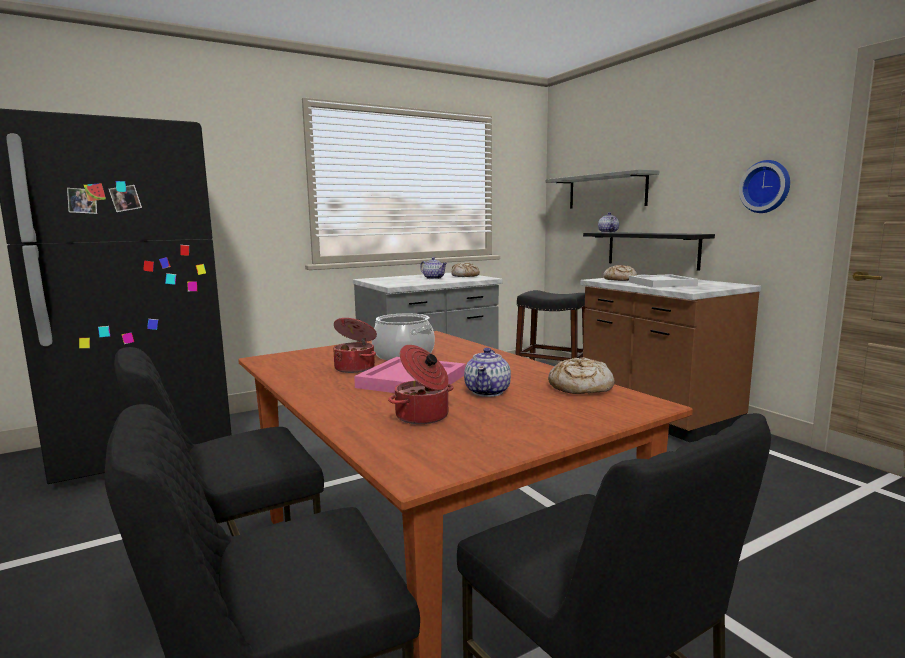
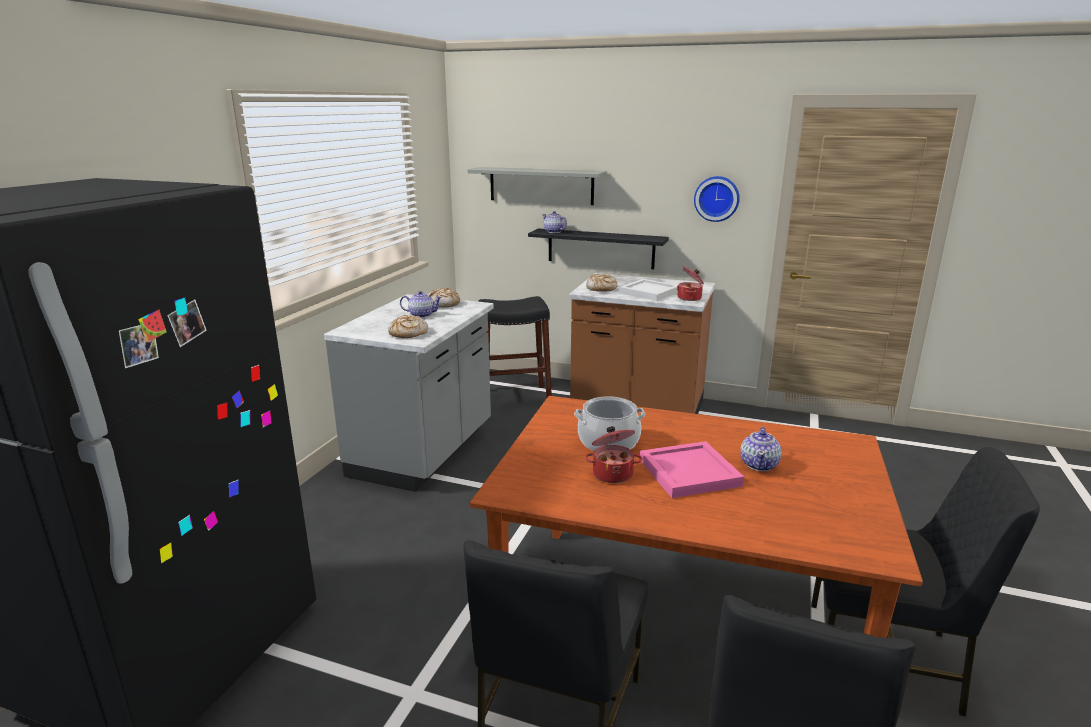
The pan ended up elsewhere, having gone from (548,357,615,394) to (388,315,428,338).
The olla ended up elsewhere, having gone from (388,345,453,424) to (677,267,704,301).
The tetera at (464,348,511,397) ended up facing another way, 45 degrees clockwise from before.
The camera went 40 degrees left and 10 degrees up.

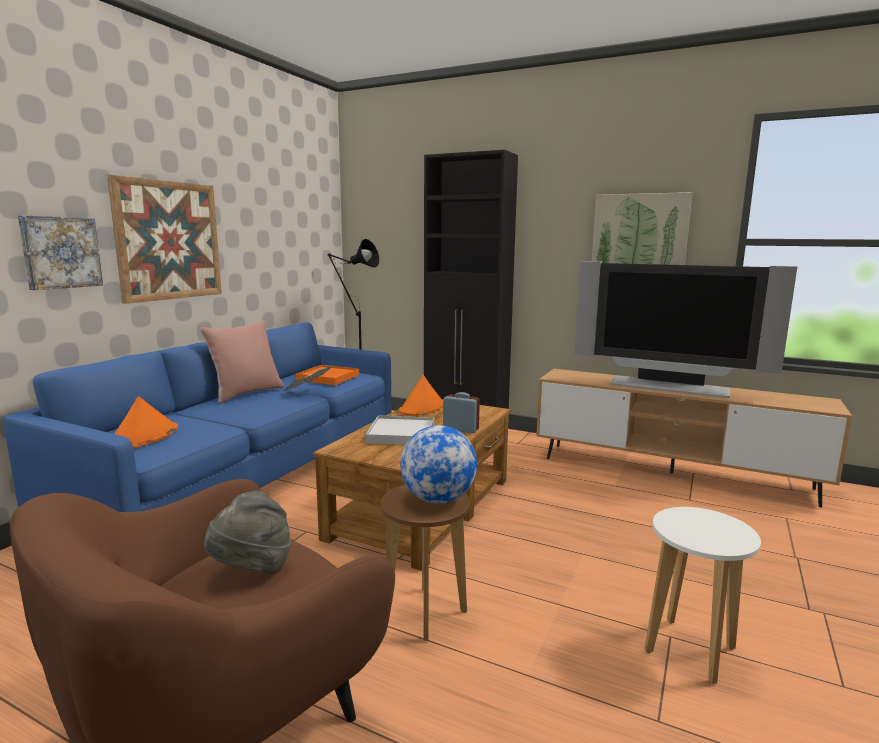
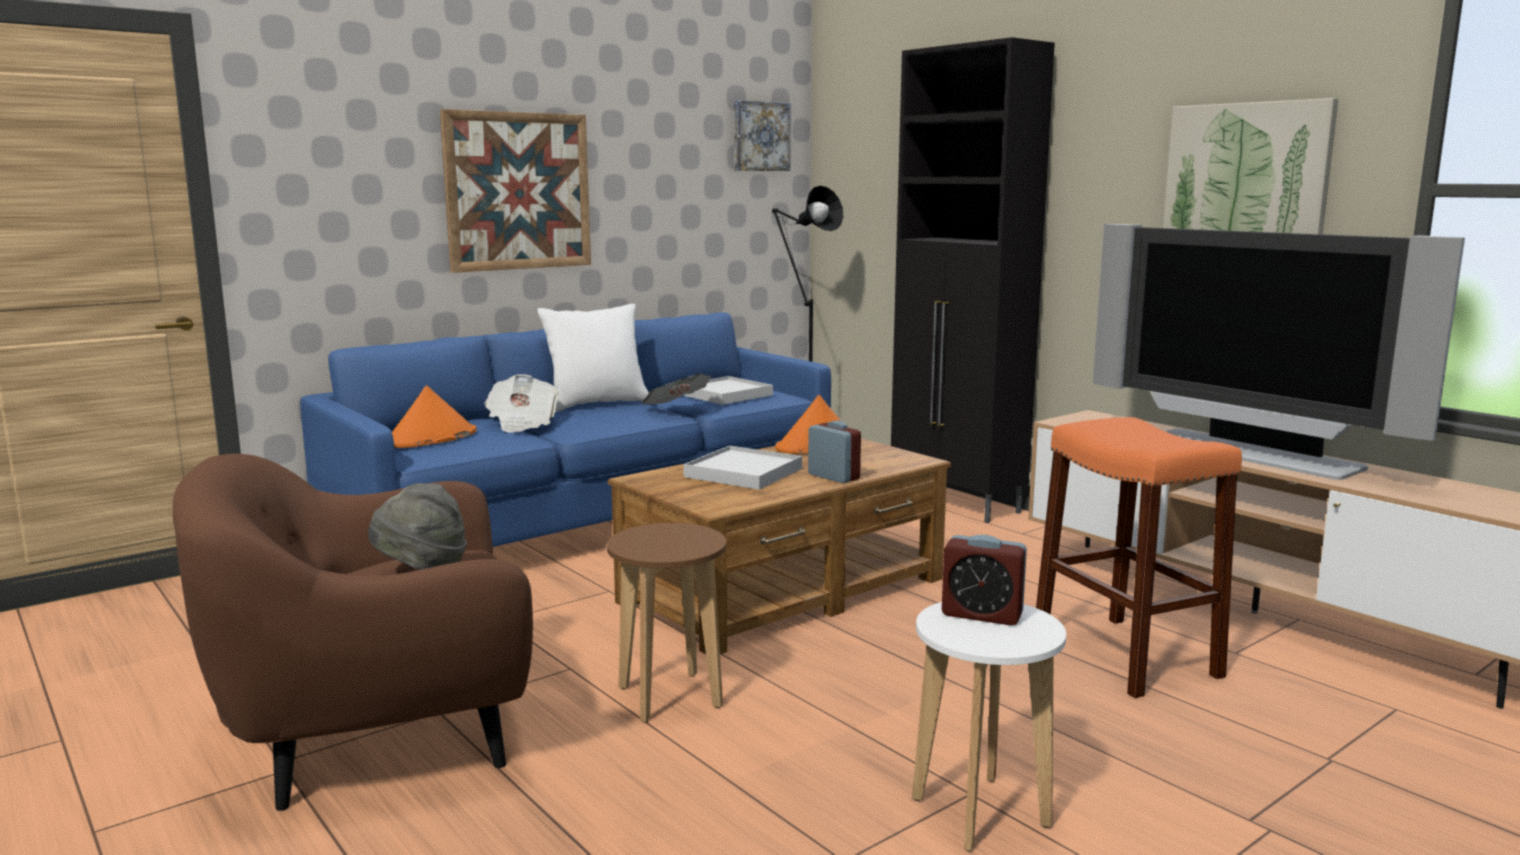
The second view gained the periódico at (484,374,559,433).
What was the cojín [rosa] at (200,320,284,404) turned into the cojín [blanco] at (537,304,649,412).
What was the bandeja [naranja] at (296,365,359,385) turned into the bandeja [blanco] at (683,376,773,405).
The cuadro ended up elsewhere, having gone from (18,215,103,290) to (734,101,791,171).
The second view gained the despertador at (942,535,1027,626).
The second view gained the taburete [naranja] at (1036,417,1242,698).
The second view lost the globo terráqueo at (400,425,477,504).
The camera went 25 degrees right and 0 degrees up.

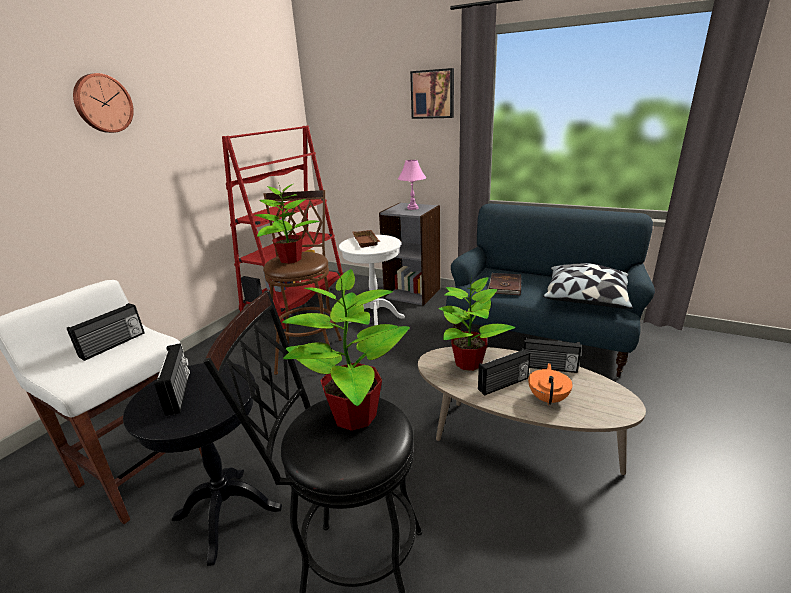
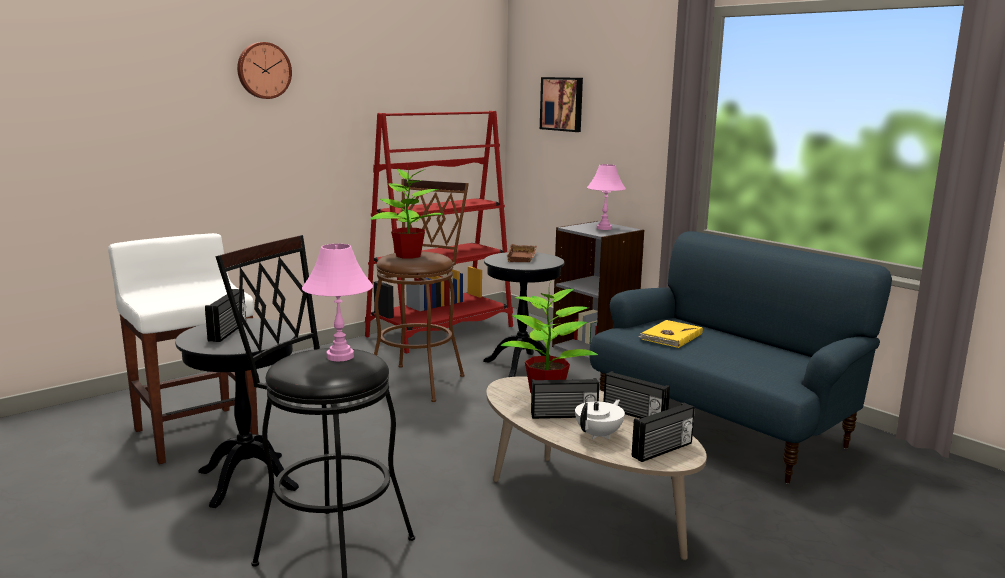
Where the planta en maceta stood at (282,269,410,431), the lámpara de mesa [rosa] came to stand at (302,244,373,361).
What was the mesa auxiliar [blanco] at (339,235,405,326) turned into the mesa auxiliar [negro] at (483,252,565,377).
The cuadro ended up elsewhere, having gone from (410,68,454,119) to (540,77,583,132).
What was the tetera [naranja] at (528,363,573,405) turned into the tetera [blanco] at (575,400,625,439).
The radio ended up elsewhere, having gone from (67,303,145,361) to (632,403,695,462).
What was the libro [marrón] at (487,273,522,295) turned into the libro [amarillo] at (638,320,703,348).
The second view lost the cojín at (543,263,633,309).
The camera went 20 degrees right and 10 degrees down.

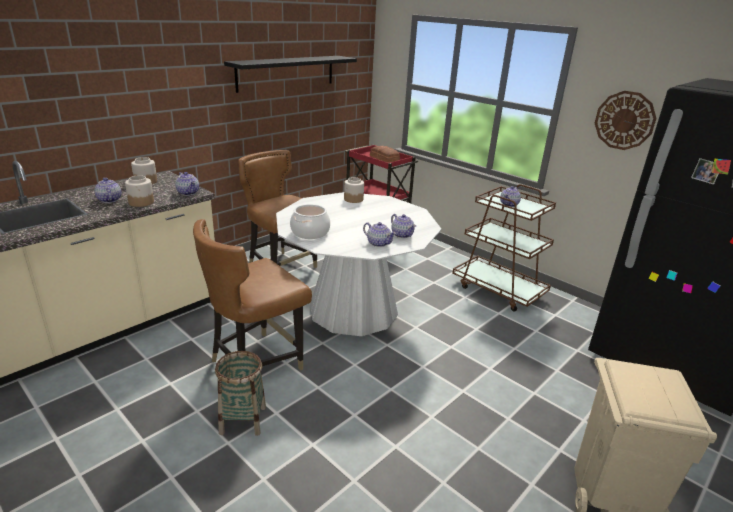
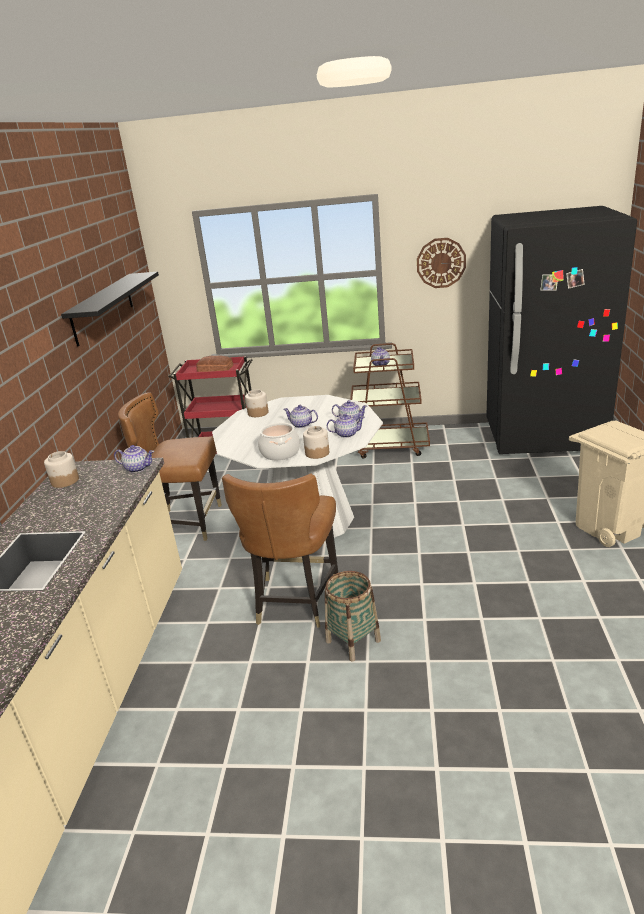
The tetera ended up elsewhere, having gone from (94,178,122,203) to (283,405,318,428).
The tarro ended up elsewhere, having gone from (125,175,154,207) to (303,426,329,459).
The camera went 35 degrees left and 0 degrees up.

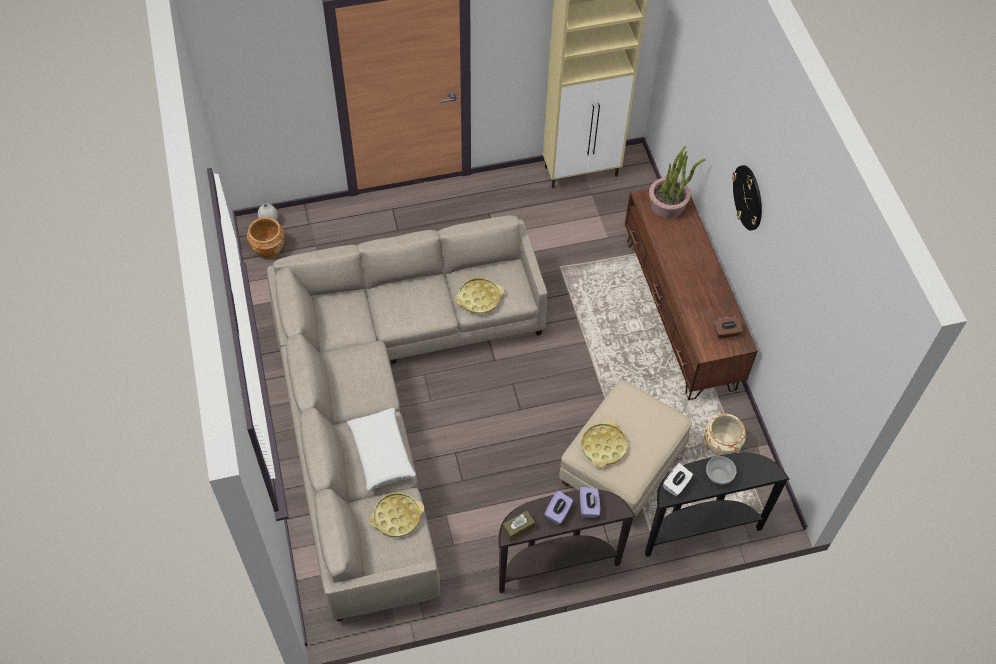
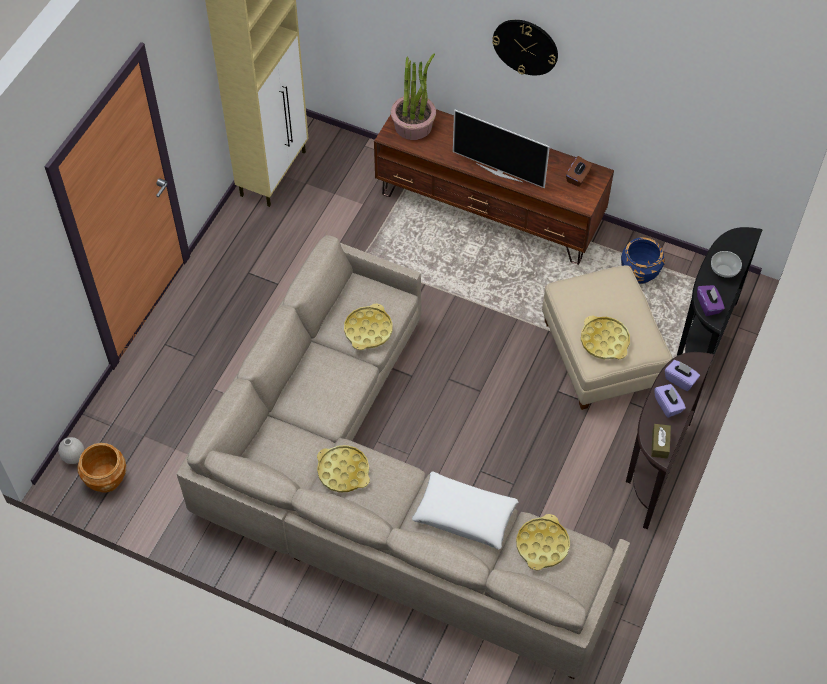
The second view gained the bandeja [amarillo] at (317,445,370,493).
The second view gained the televisor at (453,109,550,188).
What was the maceta [beis] at (704,414,746,456) turned into the maceta [azul] at (621,237,665,284).
What was the caja de pañuelos [blanco] at (663,463,693,496) turned into the caja de pañuelos [morado] at (697,285,725,316).
The camera went 50 degrees left and 0 degrees up.

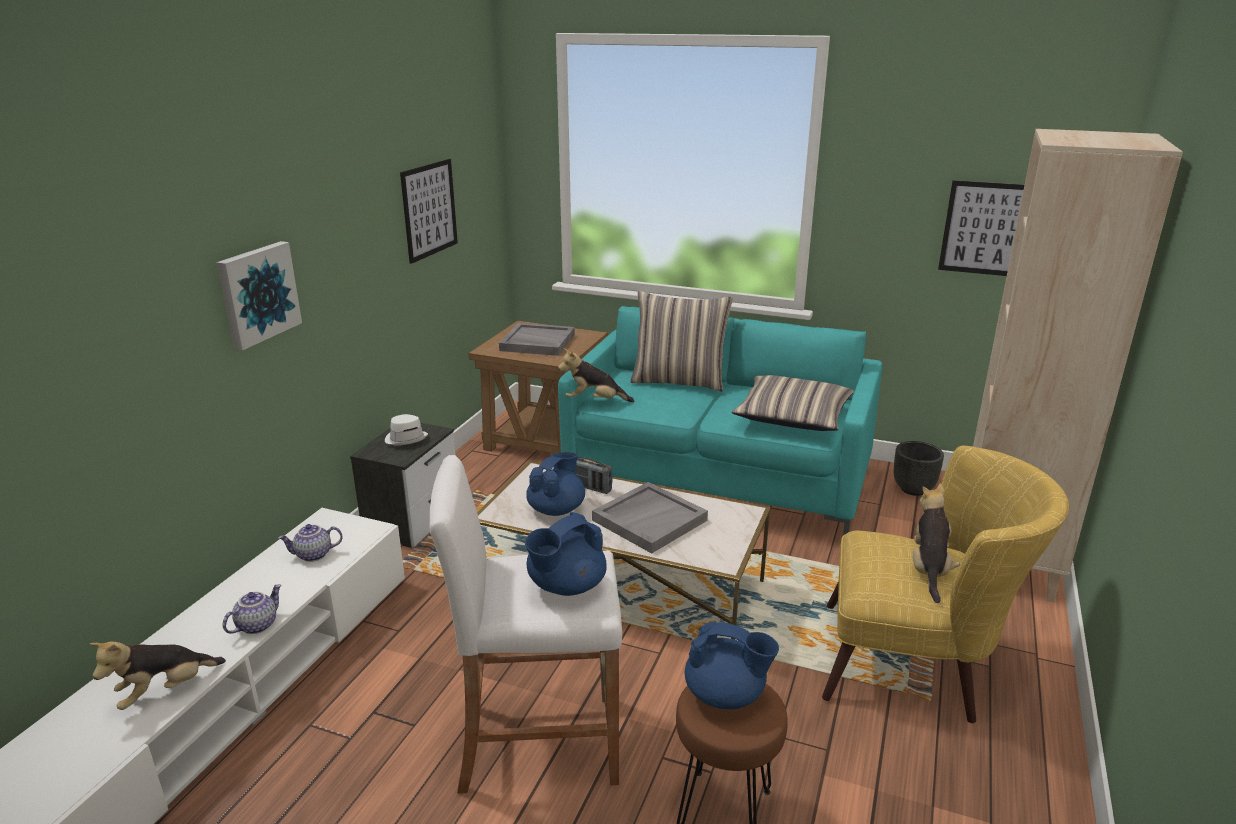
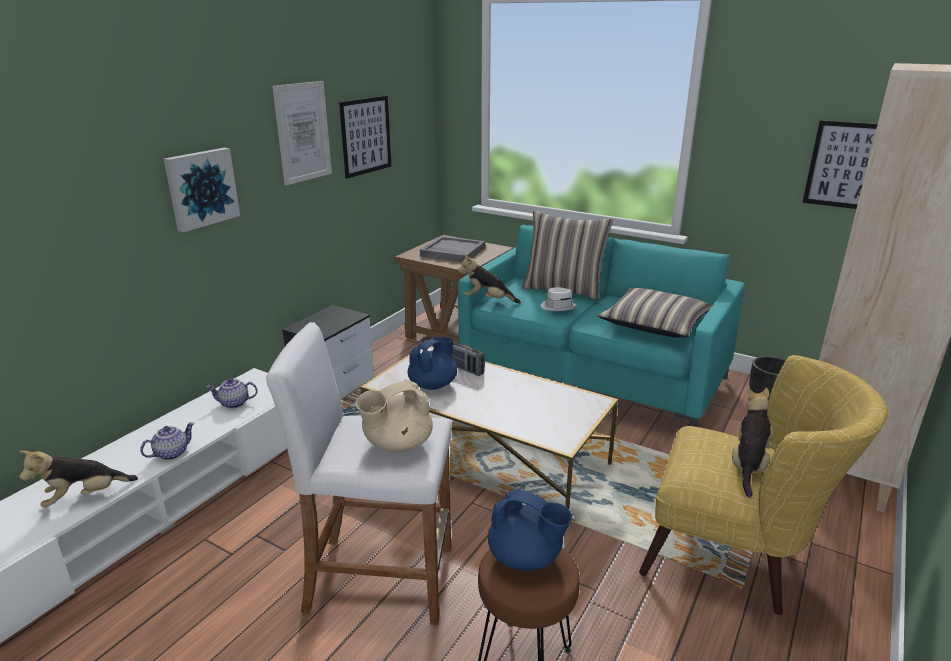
The second view gained the cuadro at (272,81,332,185).
What was the tetera [azul] at (525,512,607,596) turned into the tetera [beis] at (356,379,433,452).
The sombrero [blanco] ended up elsewhere, having gone from (385,414,428,445) to (541,287,577,311).
The second view lost the bandeja [gris] at (592,482,708,554).
The camera went 10 degrees right and 0 degrees up.

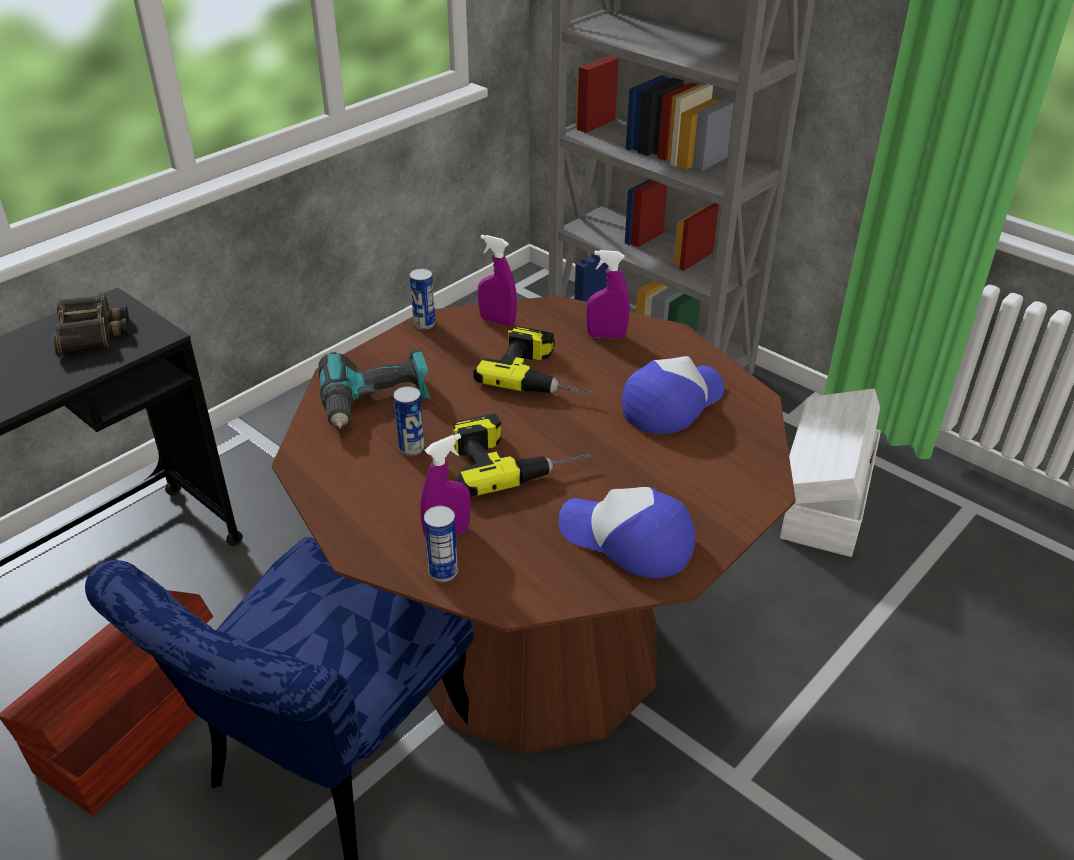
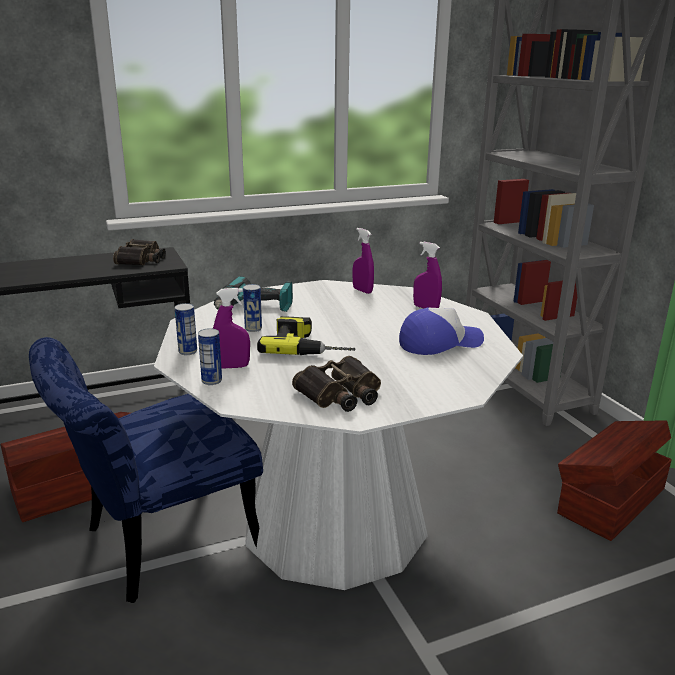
What was the mesa de comedor [marrón] at (272,295,796,754) turned into the mesa de comedor [blanco] at (154,280,523,590).
The lata ended up elsewhere, having gone from (410,268,436,330) to (174,303,197,355).
Where the gorra stood at (558,487,695,578), the prismáticos came to stand at (292,356,381,412).
What was the caja de almacenaje [blanco] at (780,389,881,557) turned into the caja de almacenaje [marrón] at (557,421,672,541).
The second view lost the taladro at (473,326,596,395).
The camera went 25 degrees right and 15 degrees down.

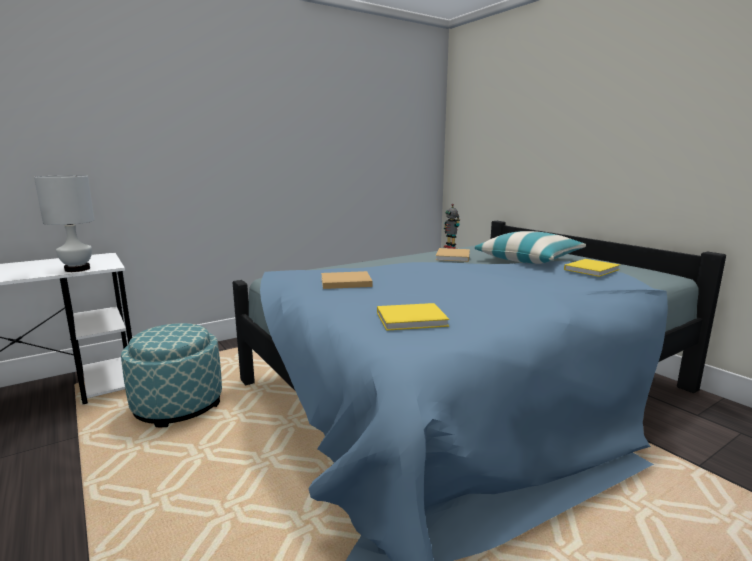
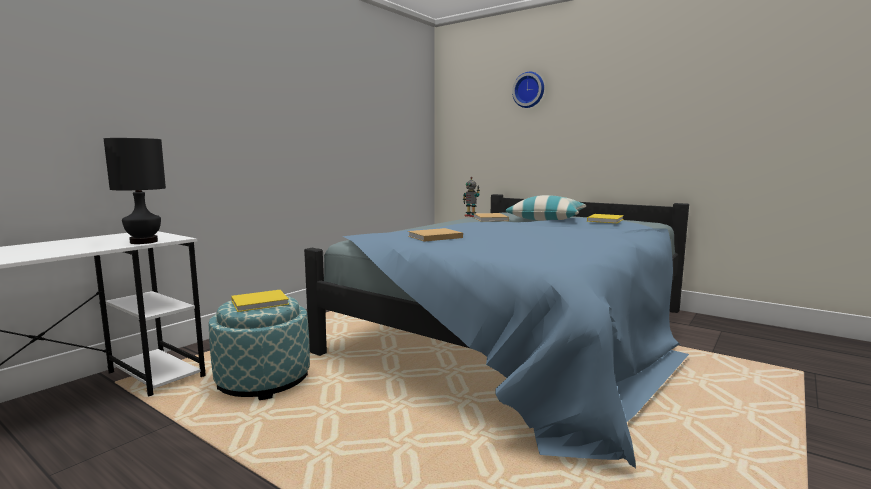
What was the lámpara de mesa [blanco] at (34,175,95,272) turned into the lámpara de mesa [negro] at (104,138,166,244).
The libro [amarillo] ended up elsewhere, having gone from (377,303,449,331) to (231,290,289,312).
The second view gained the reloj de pared at (512,72,544,108).
The camera went 20 degrees left and 5 degrees down.

